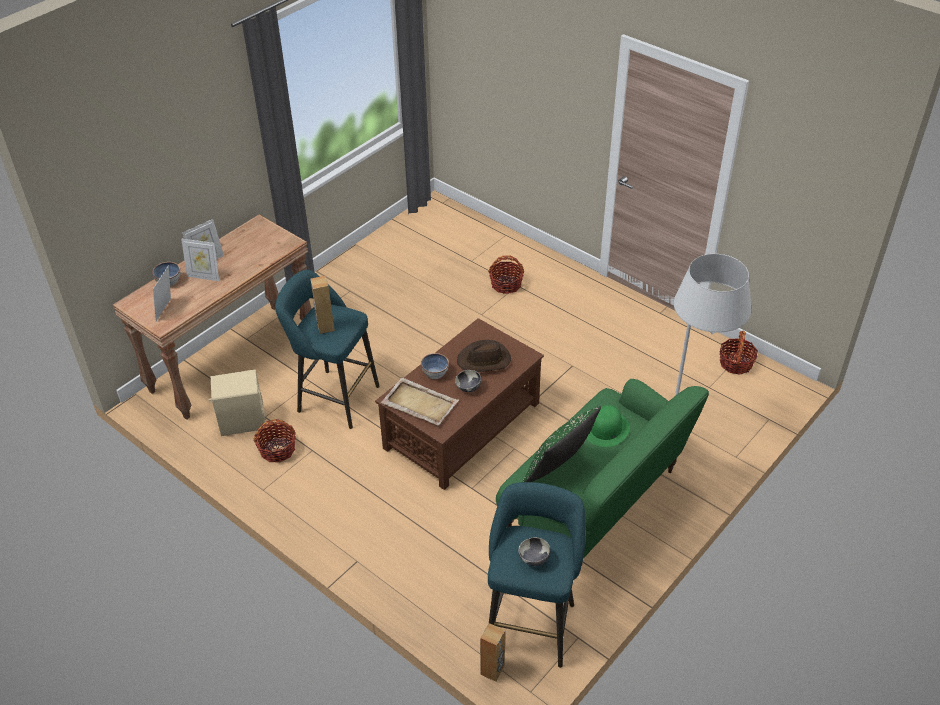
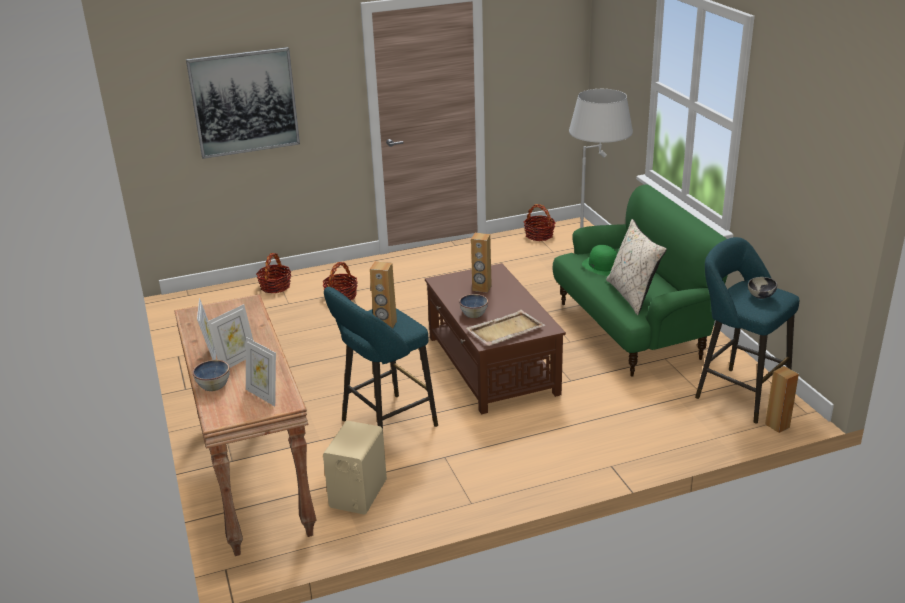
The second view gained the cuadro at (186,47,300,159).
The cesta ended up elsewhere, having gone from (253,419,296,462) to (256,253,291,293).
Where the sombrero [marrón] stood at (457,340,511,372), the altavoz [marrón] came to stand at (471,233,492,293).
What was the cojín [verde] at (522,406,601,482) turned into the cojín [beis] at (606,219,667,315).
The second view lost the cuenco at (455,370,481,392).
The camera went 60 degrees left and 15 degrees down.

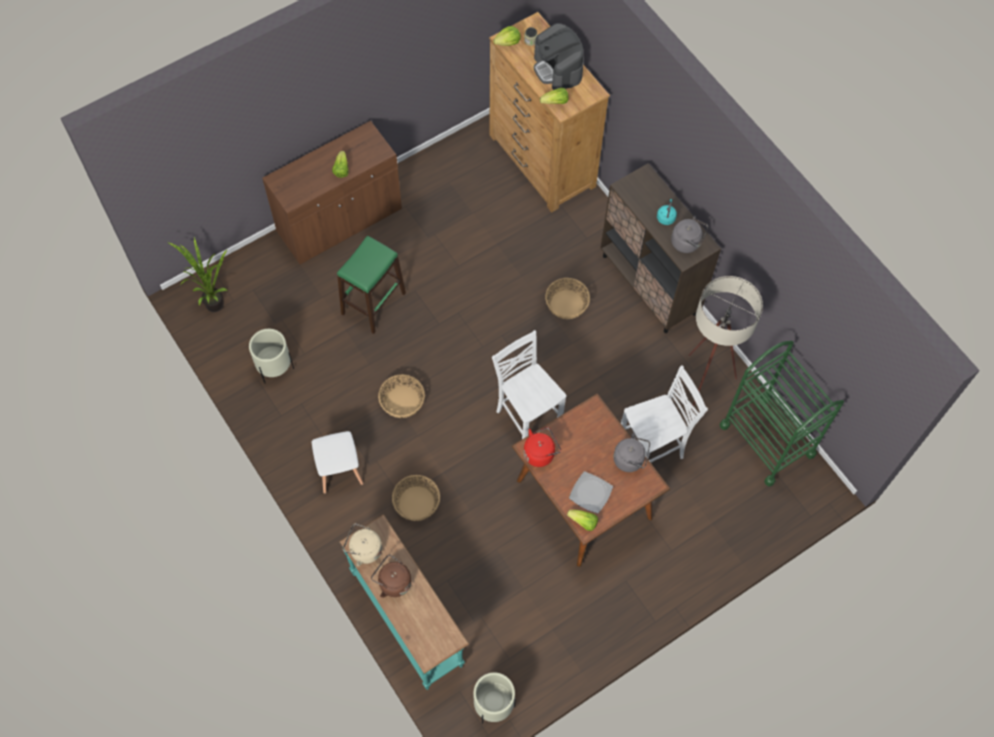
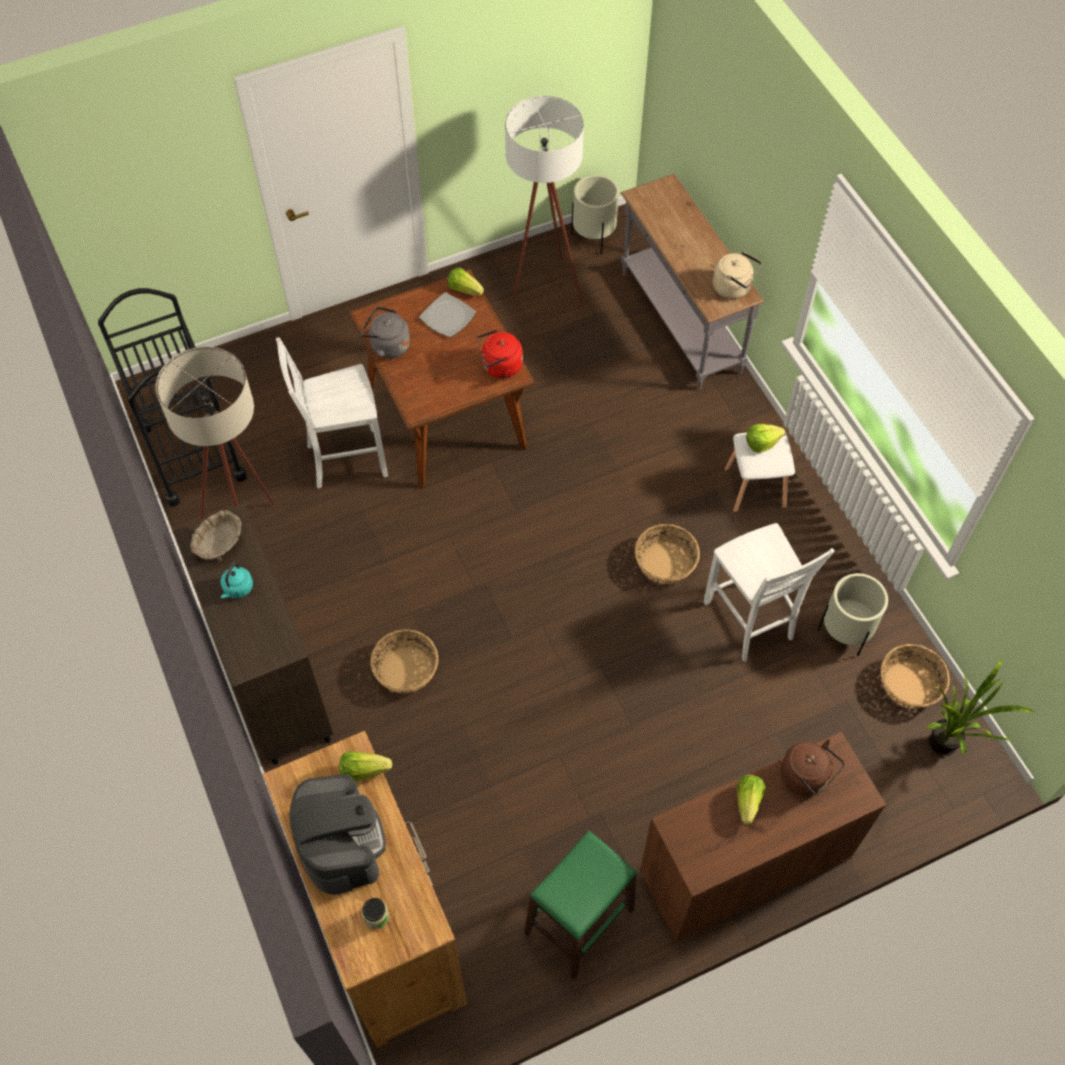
What was the carrito [verde] at (719,341,844,487) turned into the carrito [negro] at (98,288,247,507).
Where the hervidor [gris] stood at (671,216,709,253), the cuenco [beis] came to stand at (190,510,241,562).
The second view gained the lámpara de pie [blanco] at (505,96,584,307).
The taburete [verde] ended up elsewhere, having gone from (337,236,406,334) to (524,831,637,979).
What was the mesa consola [turquesa] at (339,514,469,690) turned into the mesa consola [gris] at (621,174,764,391).
The silla [blanco] ended up elsewhere, having gone from (492,330,566,439) to (704,523,835,662).
The lechuga ended up elsewhere, having gone from (493,26,520,46) to (746,424,785,453).
The hervidor [marrón] ended up elsewhere, having gone from (371,554,411,598) to (781,739,845,796).
The cesta ended up elsewhere, having gone from (392,475,440,521) to (881,644,950,709).
The camera went 170 degrees left and 5 degrees down.

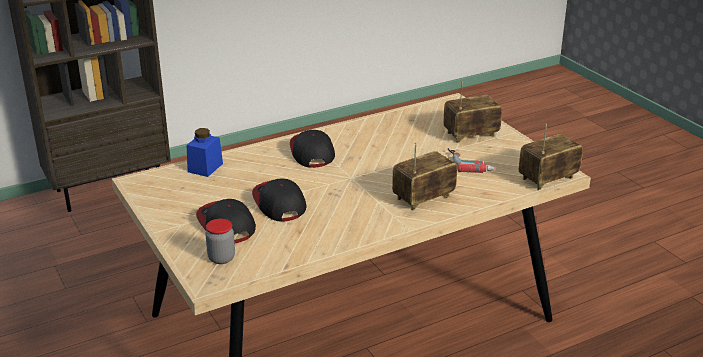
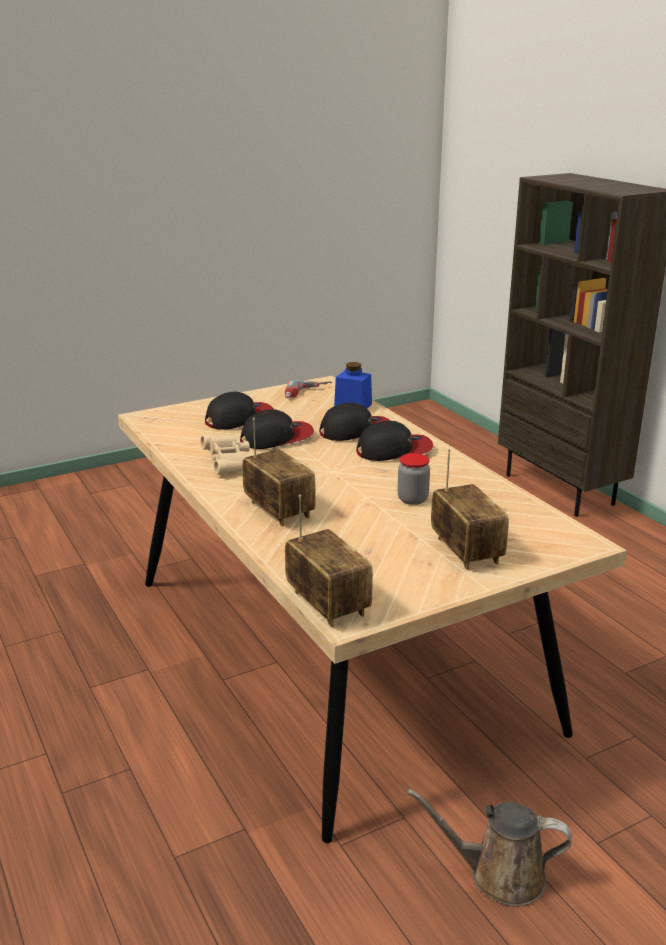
The second view gained the prismáticos [beis] at (201,434,254,475).
The taladro ended up elsewhere, having gone from (448,148,495,173) to (285,380,332,398).
The second view gained the gorra at (319,403,390,441).
The tarro ended up elsewhere, having gone from (205,219,235,264) to (397,453,430,505).
The second view gained the regadera [marrón] at (407,789,571,907).
The camera went 90 degrees right and 5 degrees down.

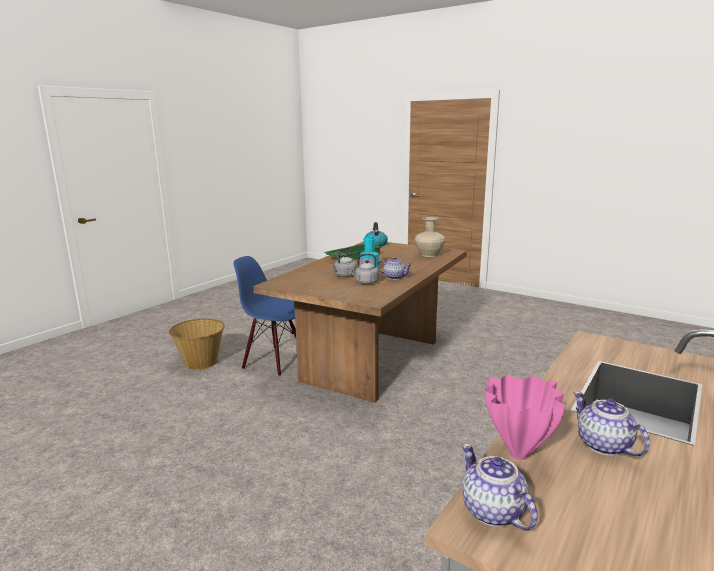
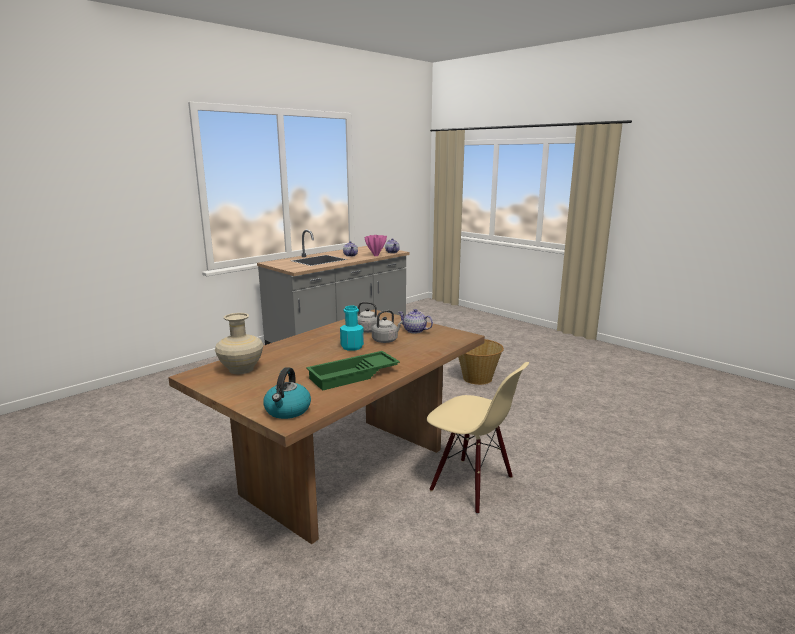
The tetera ended up elsewhere, having gone from (377,257,413,280) to (398,309,433,334).
What was the silla [azul] at (233,256,296,376) turned into the silla [beis] at (427,362,529,514).
The cesta ended up elsewhere, having gone from (168,318,225,370) to (458,339,504,385).
The camera went 170 degrees left and 0 degrees up.

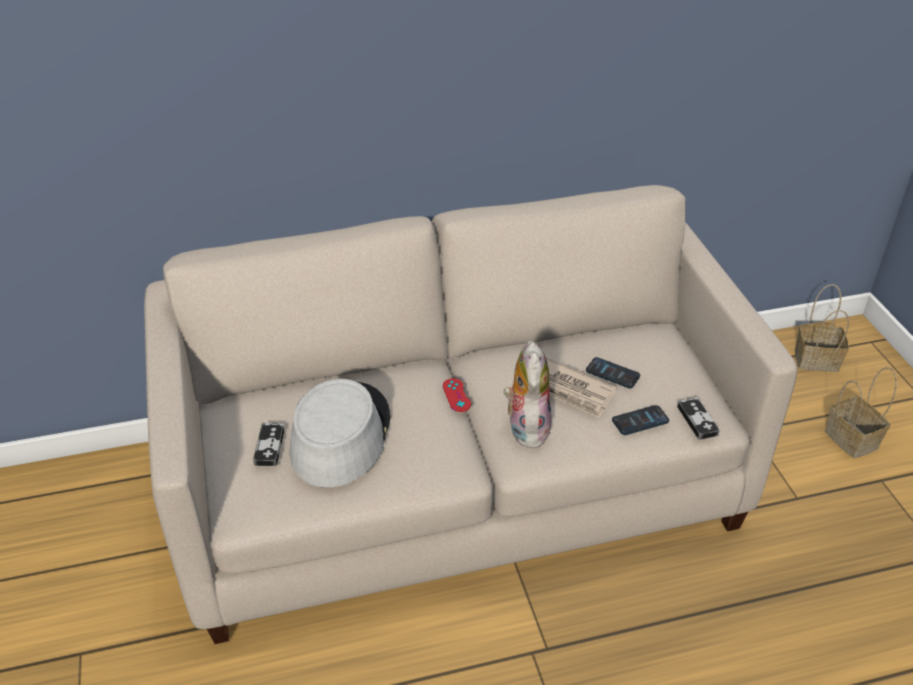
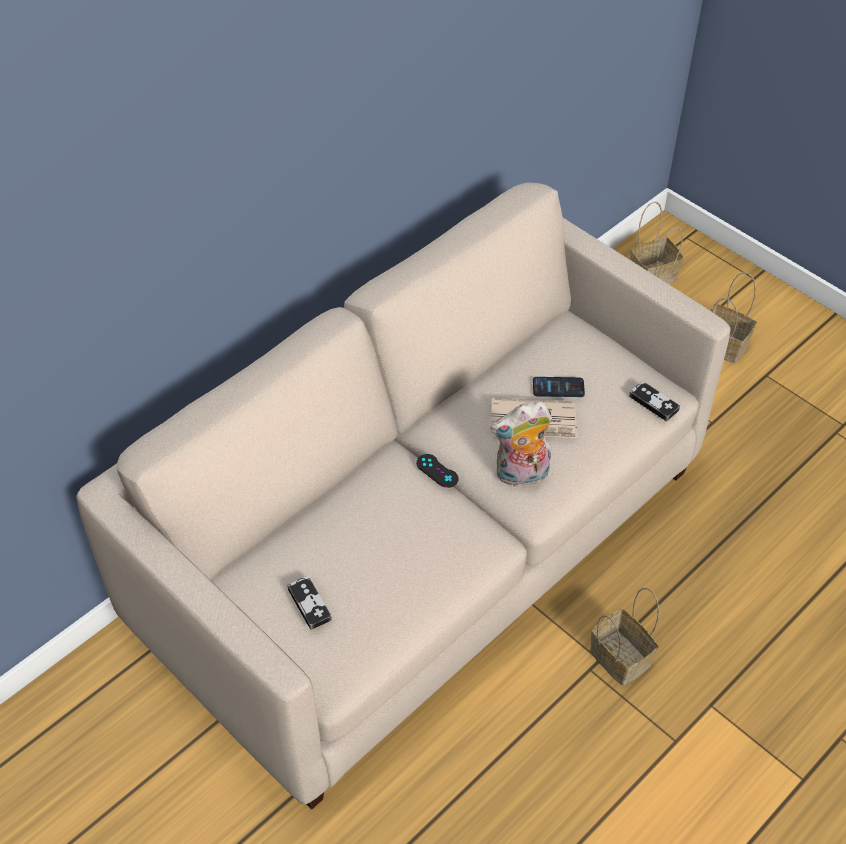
What was the mando de consola [rojo] at (443,378,471,412) turned into the mando de consola [negro] at (416,454,459,488).
The peluche at (504,340,552,448) ended up facing another way, 75 degrees counterclockwise from before.
The second view gained the cesta at (590,588,659,686).
The second view lost the sombrero [gris] at (290,379,391,488).
The second view lost the móvil at (612,405,669,435).
The camera went 30 degrees left and 10 degrees up.

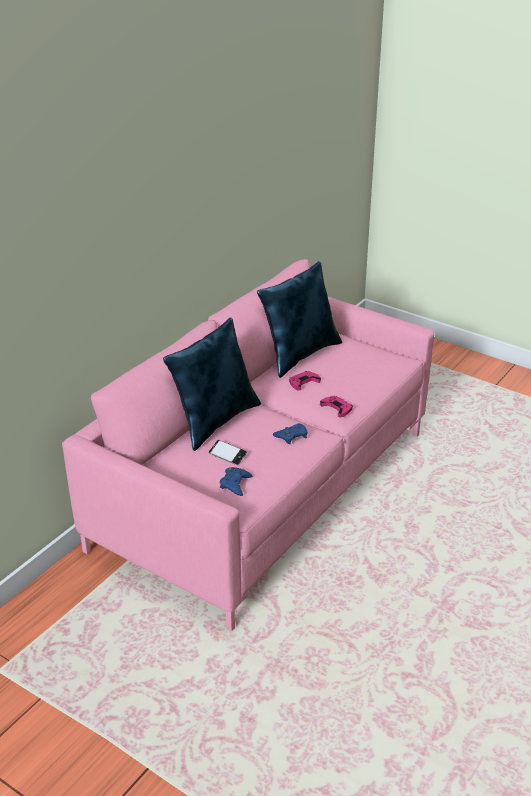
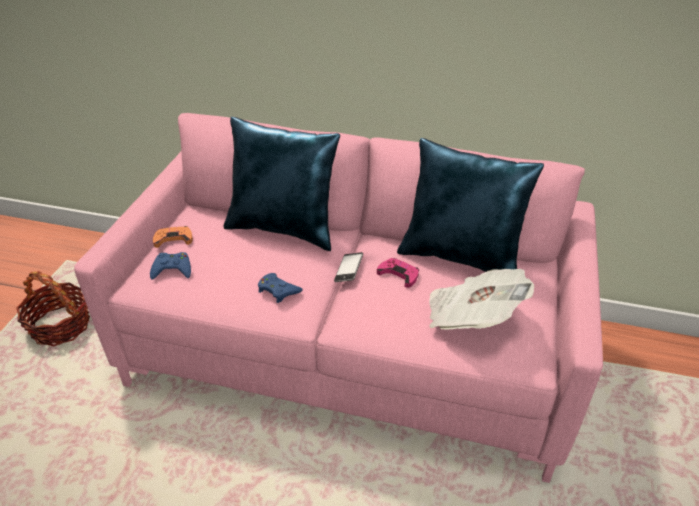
The second view gained the cesta at (17,271,90,346).
The second view gained the mando de consola [naranja] at (153,226,193,248).
The móvil ended up elsewhere, having gone from (209,440,247,465) to (334,252,363,282).
The second view gained the periódico at (429,269,534,330).
The second view lost the mando de consola [rosa] at (320,396,353,417).
The camera went 70 degrees right and 5 degrees up.

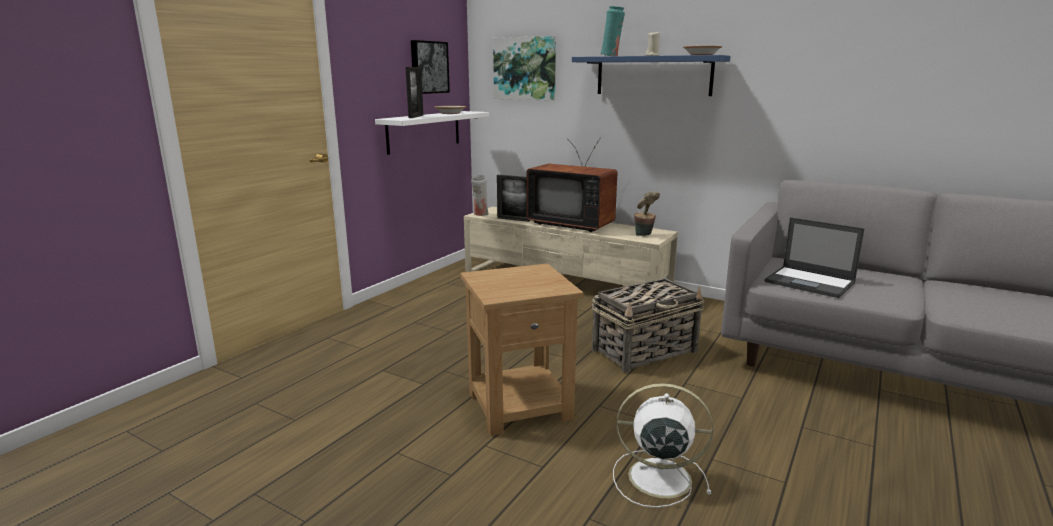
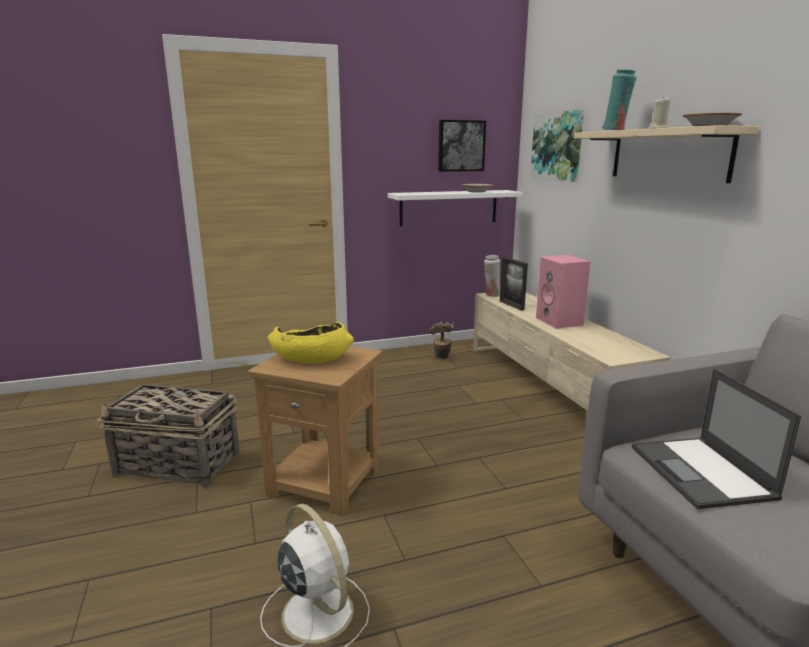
The cesta ended up elsewhere, having gone from (592,278,704,373) to (97,384,240,488).
The second view gained the cuenco [amarillo] at (268,322,354,364).
The planta en maceta ended up elsewhere, having gone from (634,191,660,236) to (429,321,454,359).
Where the televisor stood at (527,137,617,232), the altavoz [rosa] came to stand at (536,255,591,329).
What was the estante [azul] at (572,55,730,96) turned into the estante [beis] at (574,125,759,183).
The second view lost the portarretratos at (406,67,423,118).
The camera went 40 degrees right and 0 degrees up.

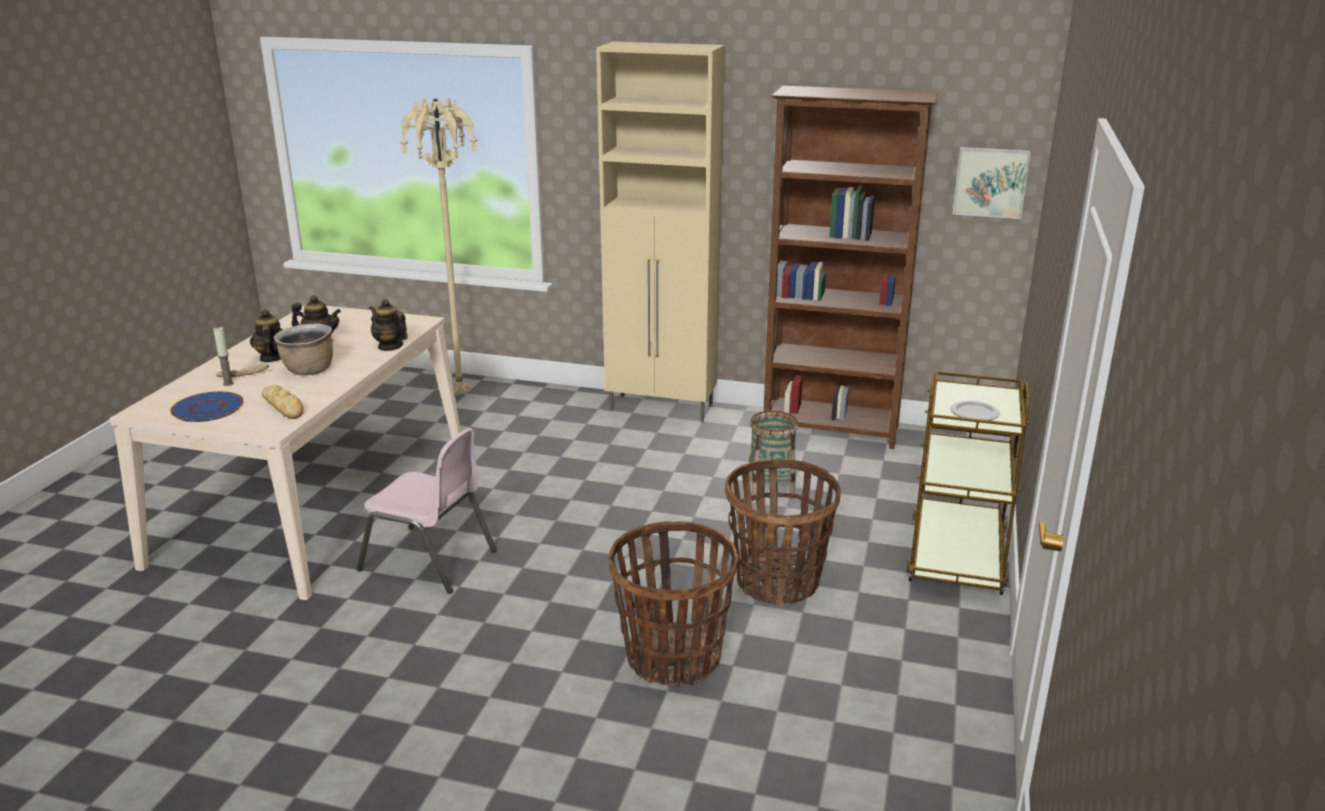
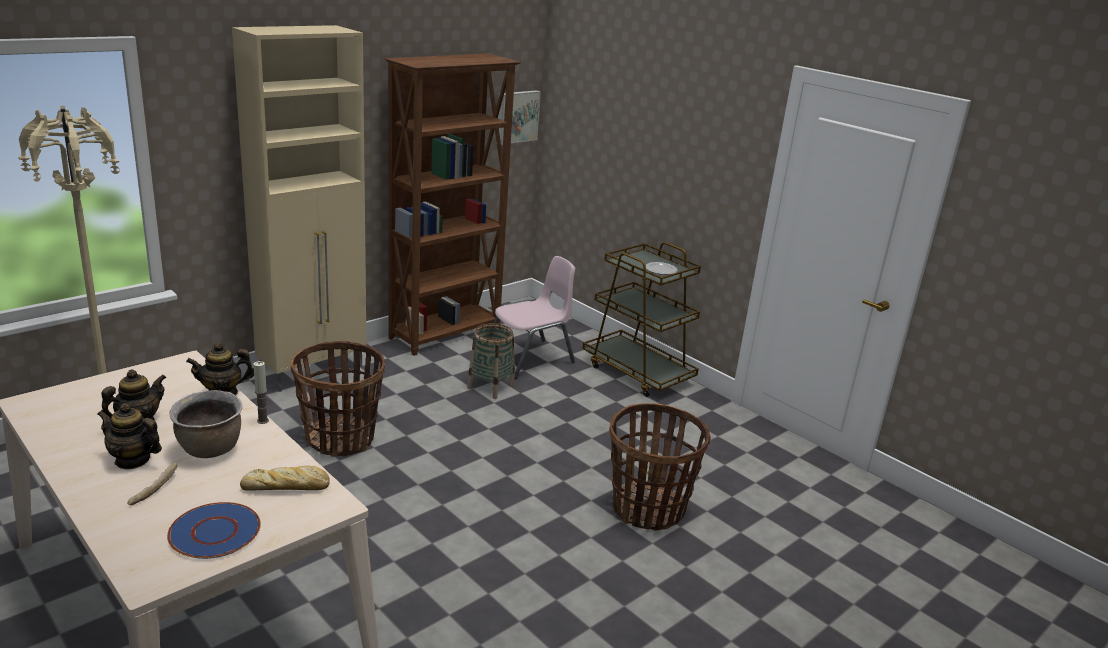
The vela ended up elsewhere, having gone from (213,327,234,386) to (253,361,269,424).
The cesta ended up elsewhere, having gone from (725,459,841,606) to (291,341,385,457).
The silla [rosa] ended up elsewhere, having gone from (357,428,497,594) to (493,256,575,379).
The camera went 60 degrees left and 0 degrees up.

